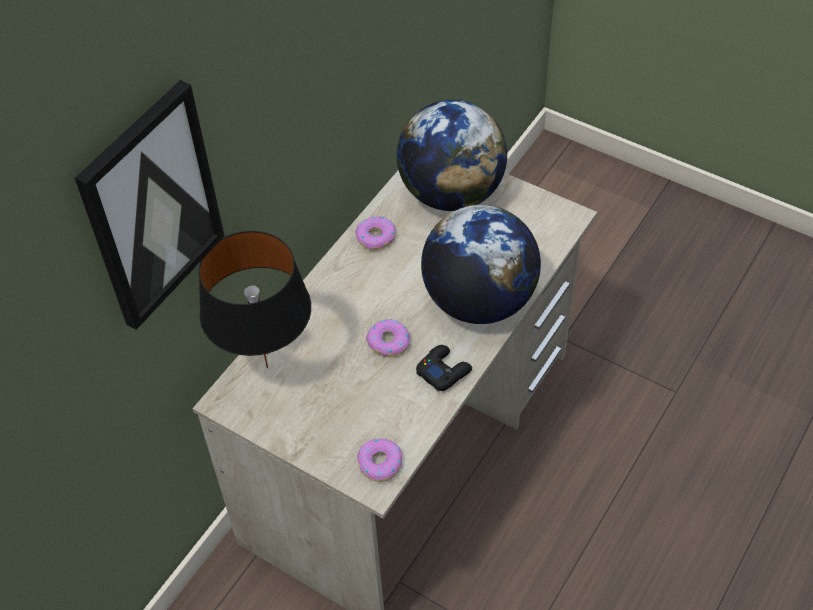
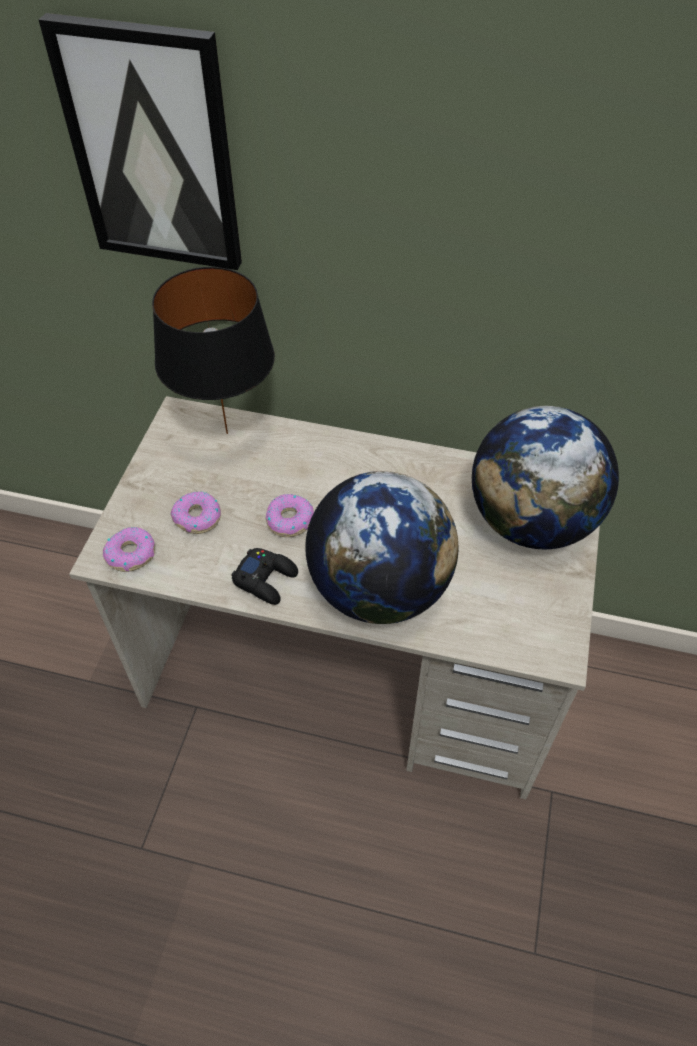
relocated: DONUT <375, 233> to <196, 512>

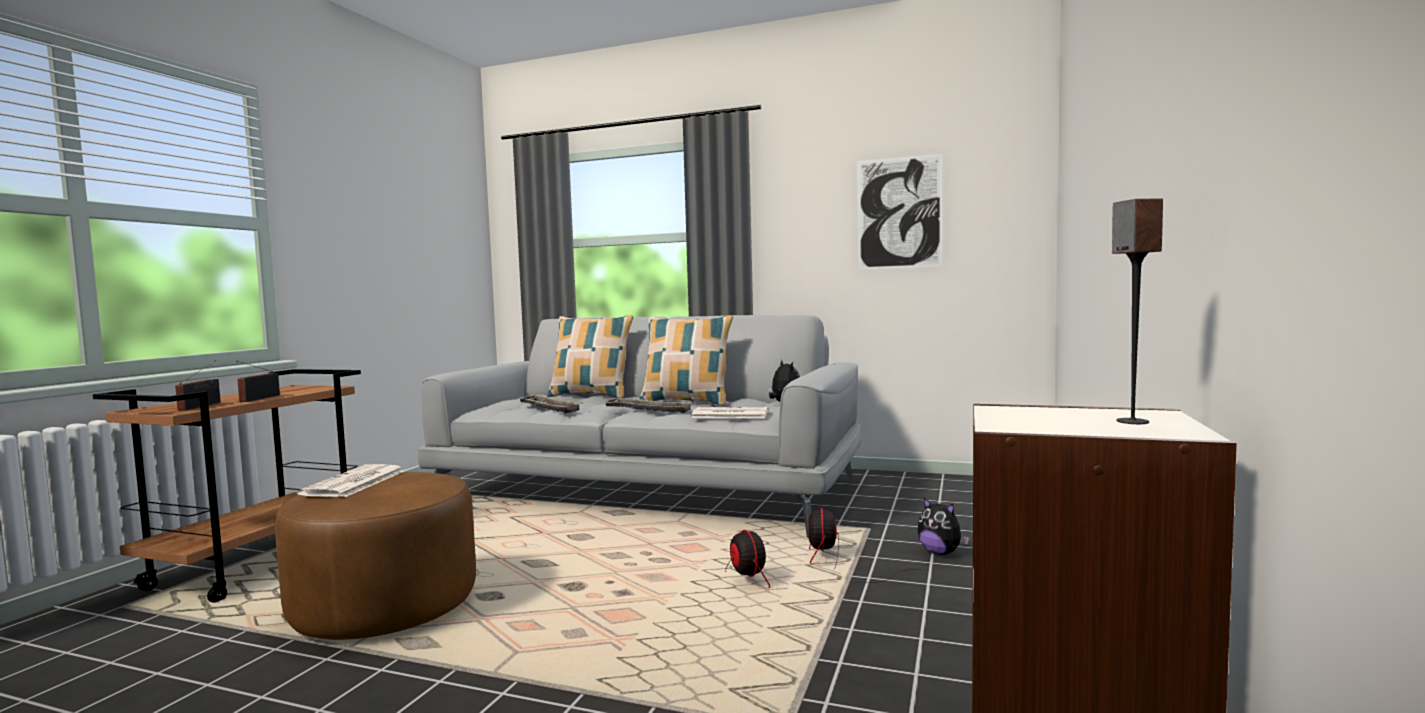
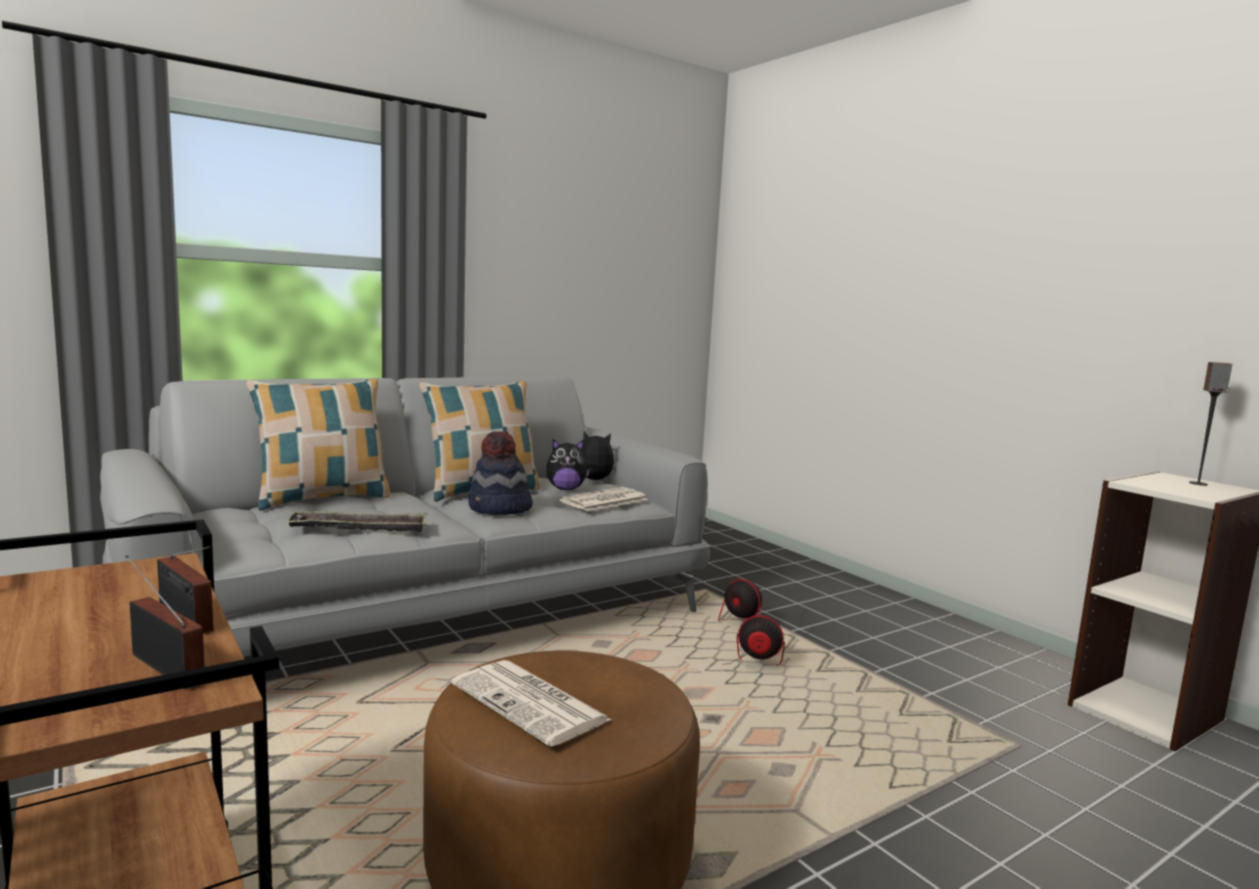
missing: PICTURE <899, 212>
relocated: PLUSH TOY <943, 526> to <568, 464>
exchanged: TRAY <648, 405> to HAT <501, 473>

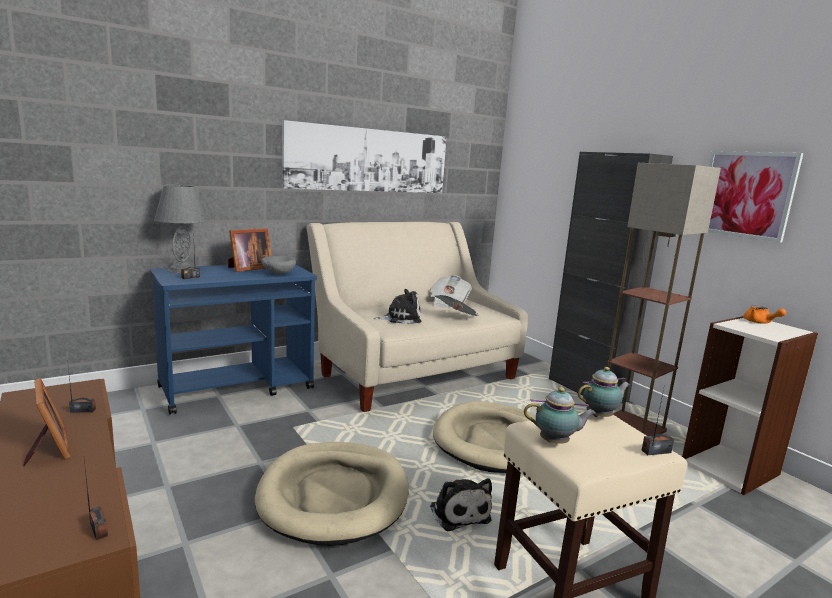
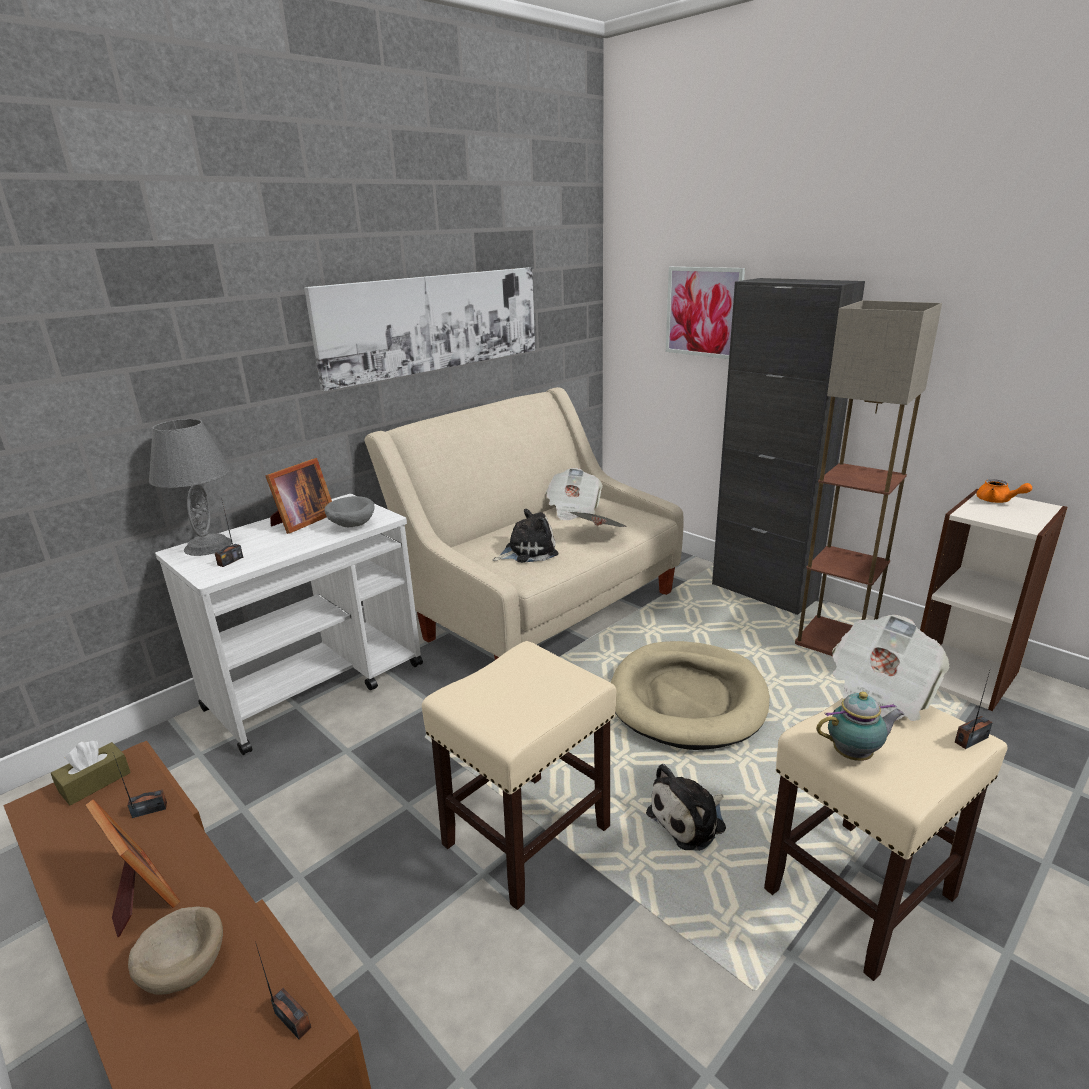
appeared: BROWN TISSUE BOX <91, 773>; BEIGE BOWL <175, 951>
relocated: PICTURE <755, 197> to <705, 313>
exchanged: BEIGE DOG BED <332, 494> to BEIGE STOOL <519, 775>; TEAPOT <604, 392> to NEWSPAPER <890, 668>
colour: BLUE CART <233, 339> to WHITE CART <289, 624>
spun: PLUSH TOY <461, 504> = <686, 807> 90 degrees clockwise

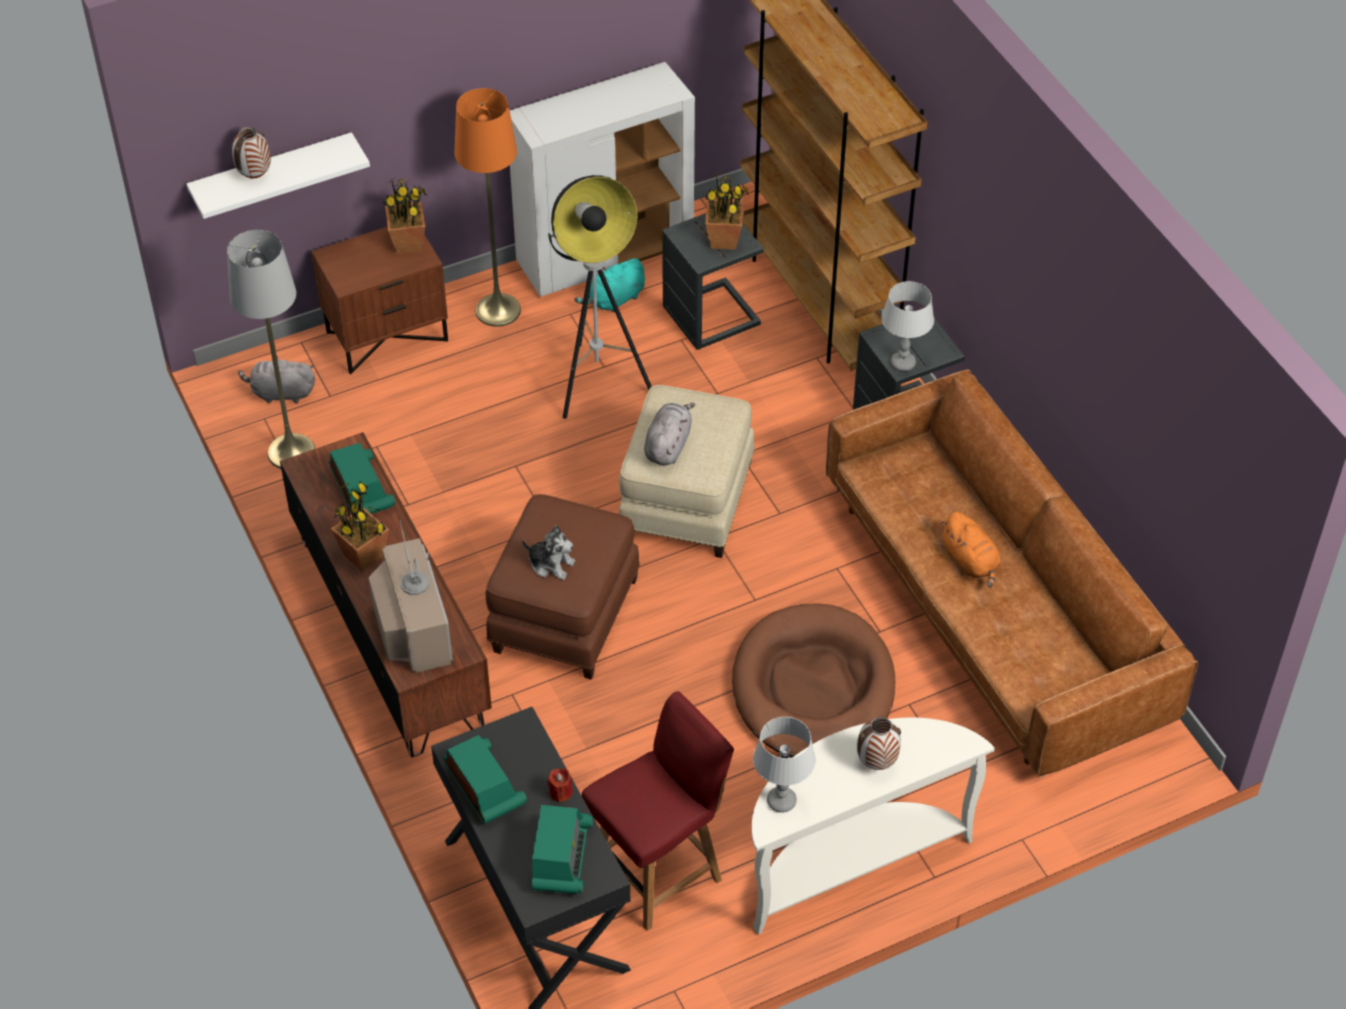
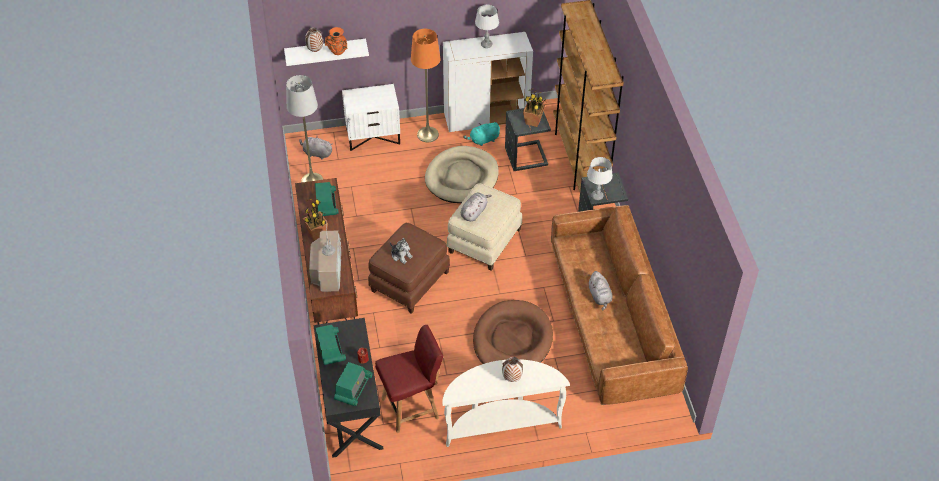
missing: POTTED PLANT <404, 215>
appeared: ORANGE VASE <336, 41>
relocated: GREY TABLE LAMP <784, 765> to <487, 26>
exchanged: FLOOR LAMP <600, 297> to BEIGE DOG BED <462, 174>
colour: BROWN NIGHTSTAND <380, 300> to WHITE NIGHTSTAND <371, 117>; ORANGE PLUSH TOY <970, 549> to GREY PLUSH TOY <600, 290>

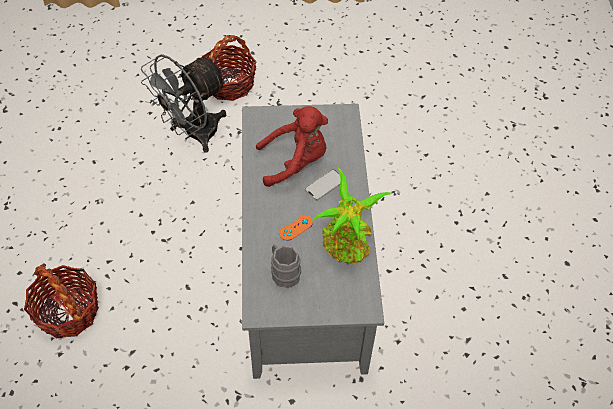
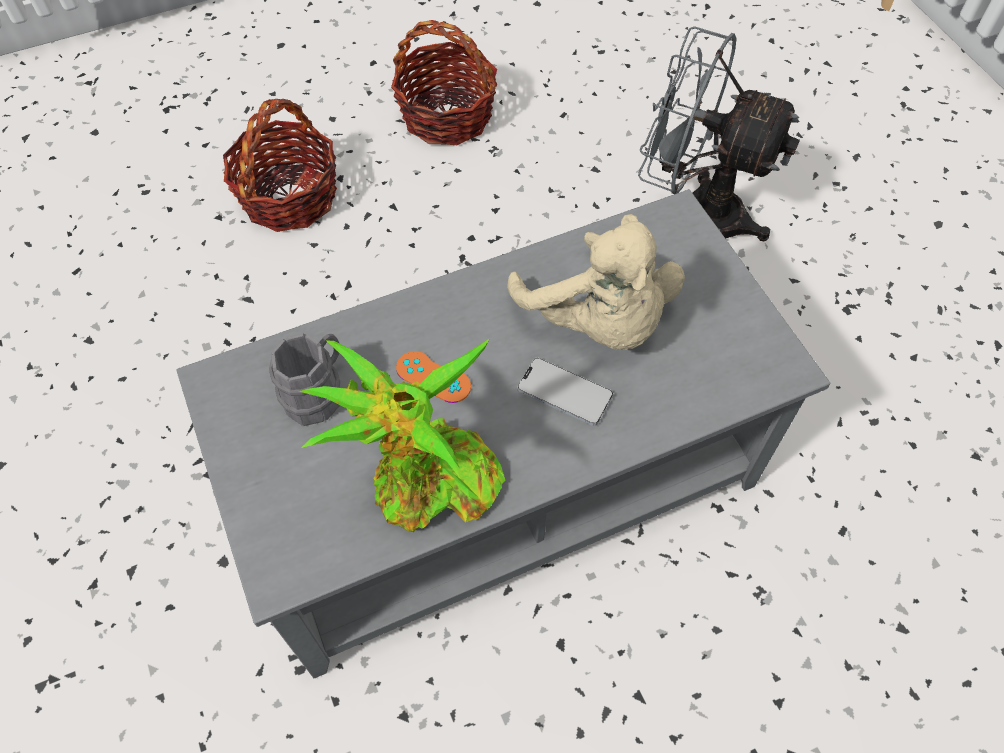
relocated: BASKET <229, 68> to <444, 82>
colour: RED PLUSH TOY <292, 146> to BEIGE PLUSH TOY <596, 282>

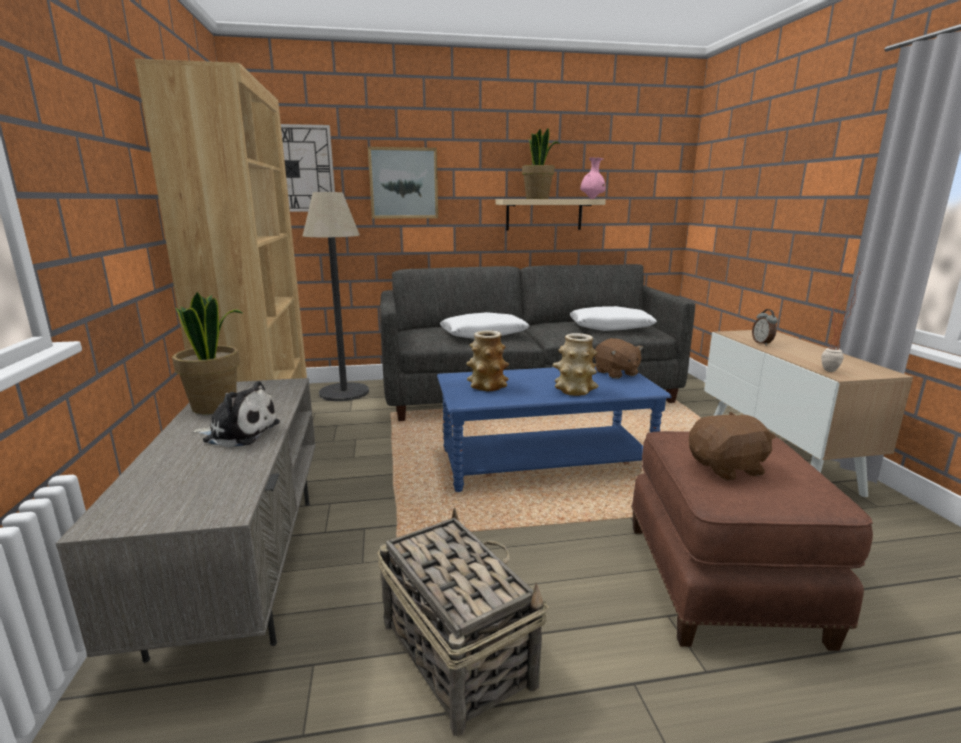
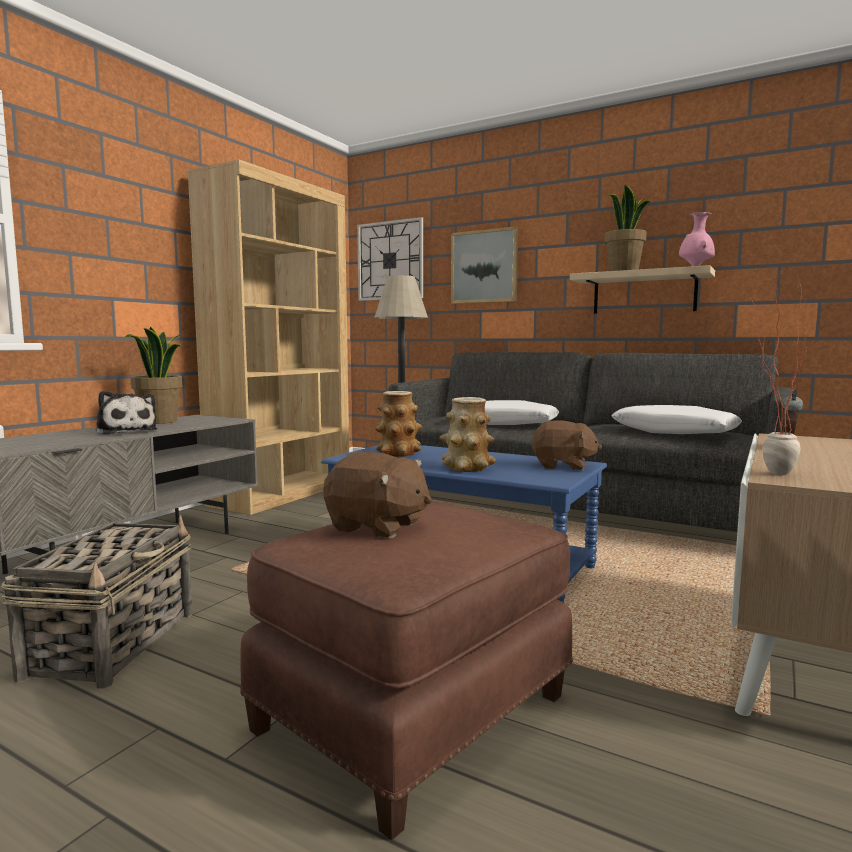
spun: BROWN PLUSH TOY <618, 358> = <566, 445> 90 degrees counterclockwise

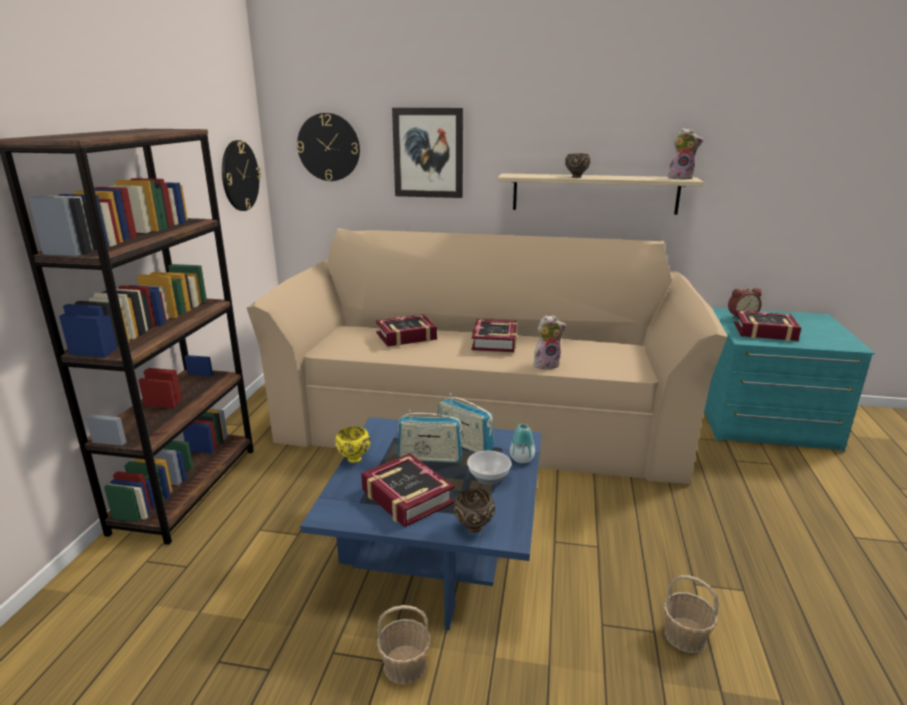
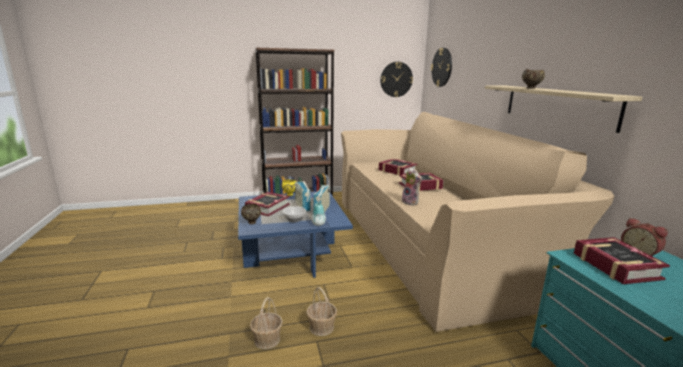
missing: PICTURE <427, 153>; PLUSH TOY <685, 153>
relocated: BASKET <404, 645> to <321, 311>

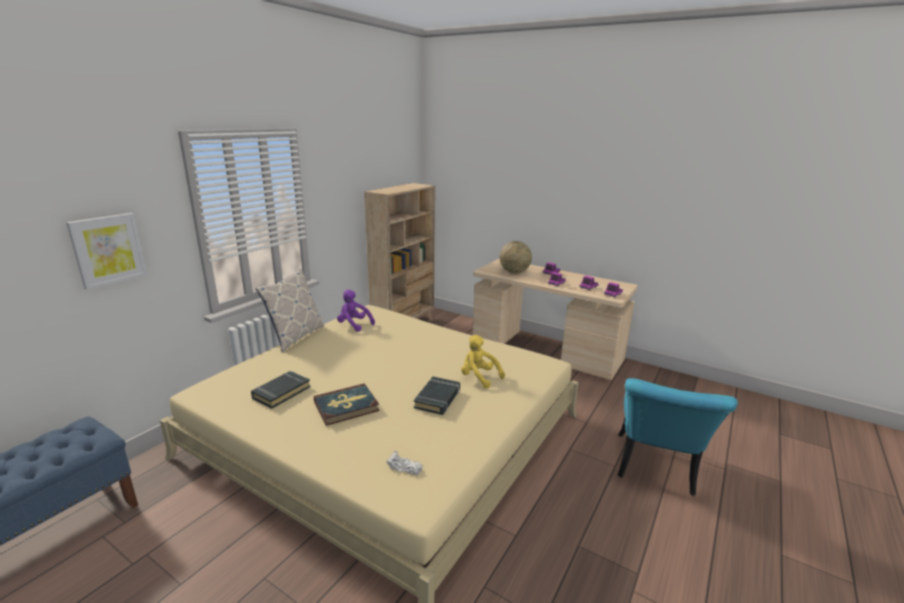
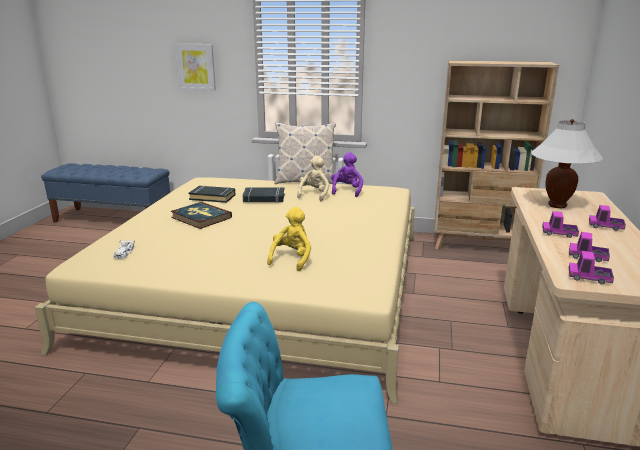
appeared: BEIGE PLUSH TOY <313, 178>
relocated: BLACK BOOK <437, 396> to <263, 195>
exchanged: GLOBE <516, 257> to WHITE TABLE LAMP <567, 163>

